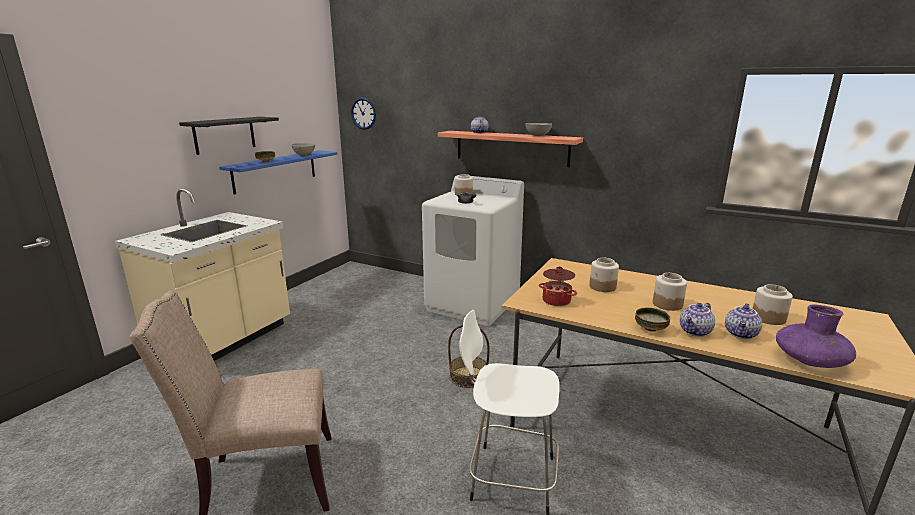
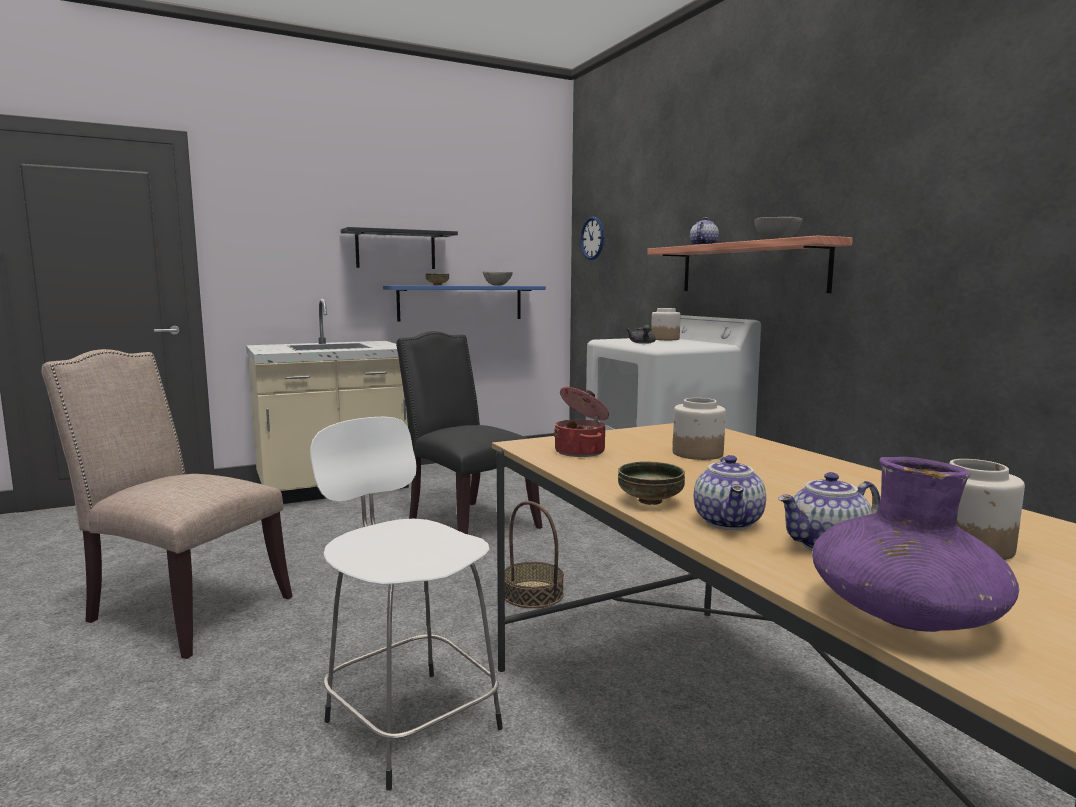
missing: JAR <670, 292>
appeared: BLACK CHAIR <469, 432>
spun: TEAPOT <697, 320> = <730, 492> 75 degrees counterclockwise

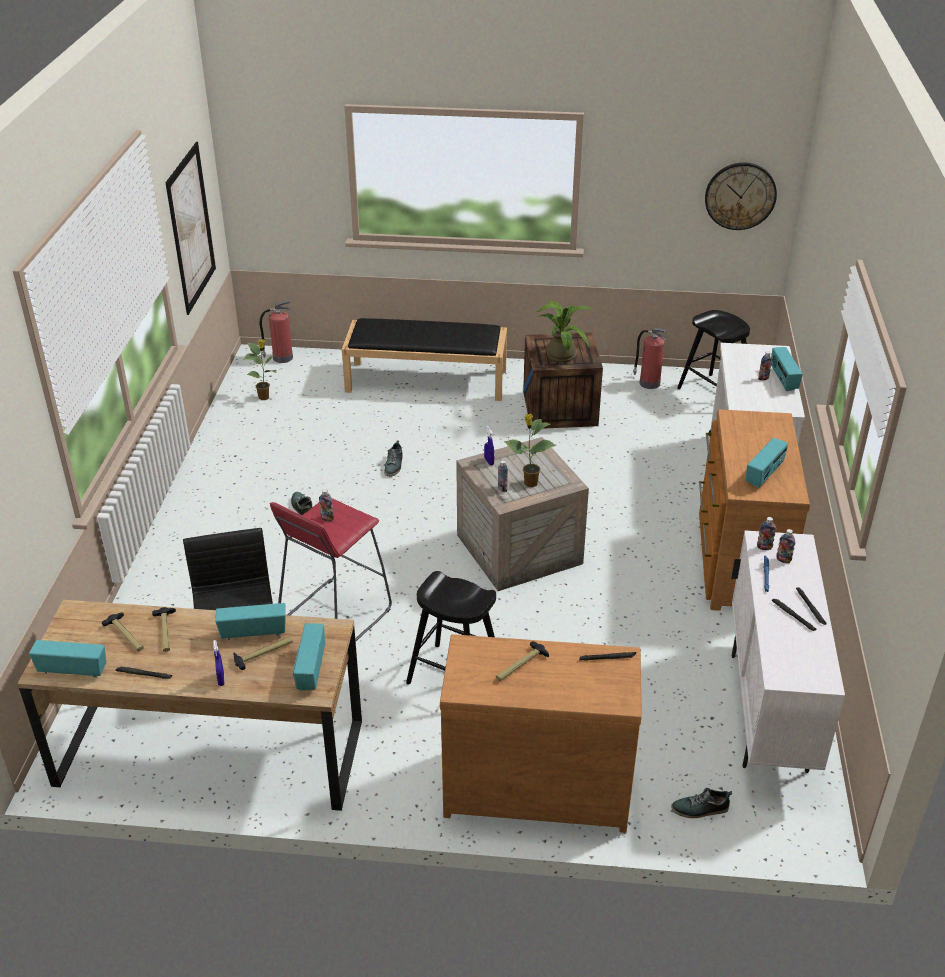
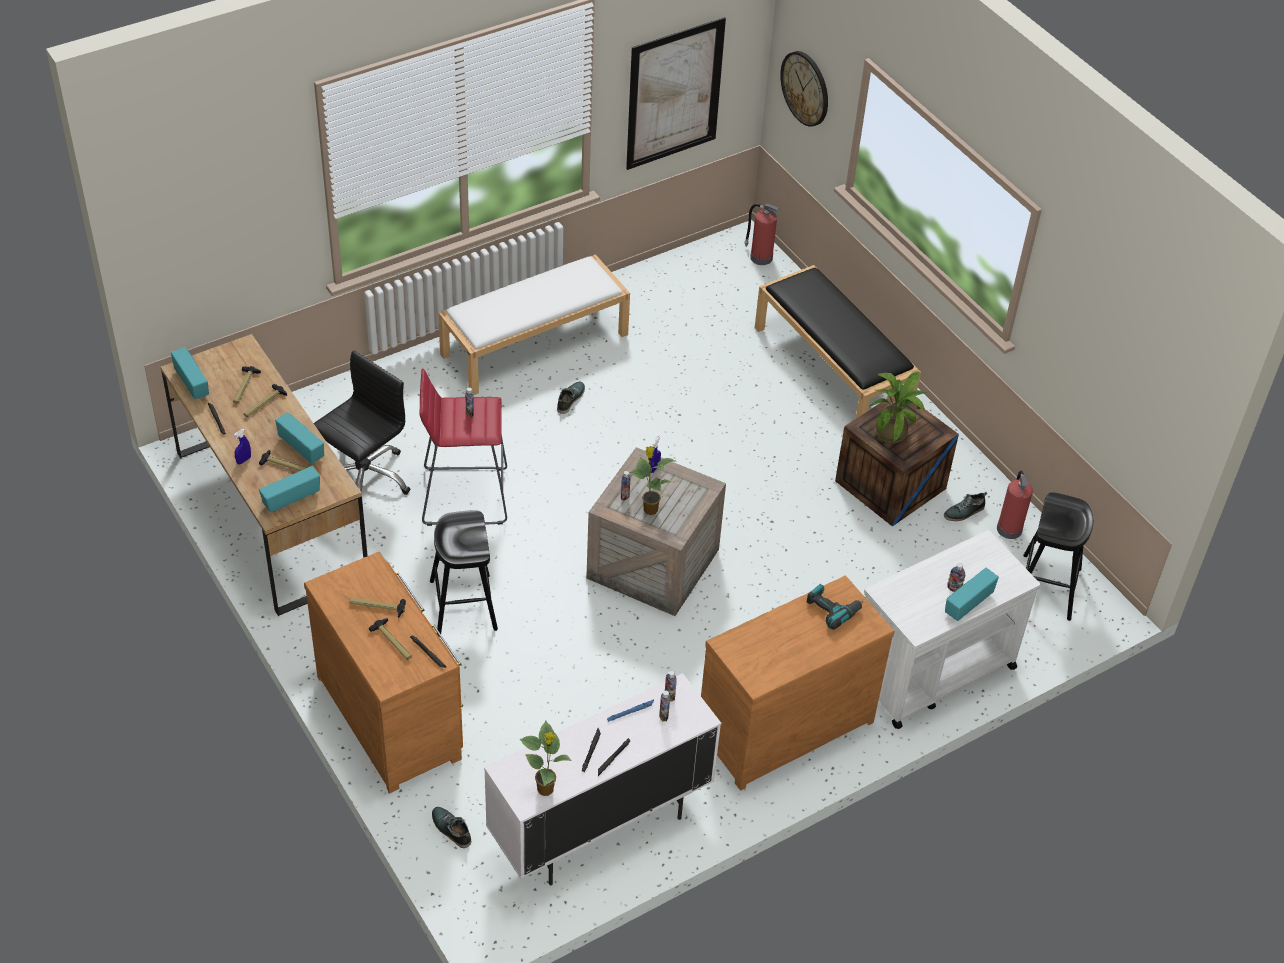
missing: RADIO <766, 463>
appeared: HAMMER <390, 639>; WHITE BENCH <534, 324>; POWER DRILL <835, 607>
relocated: POTTED PLANT <260, 369> to <545, 758>; SHOE <393, 458> to <965, 506>; WALL CLOCK <741, 196> to <804, 89>

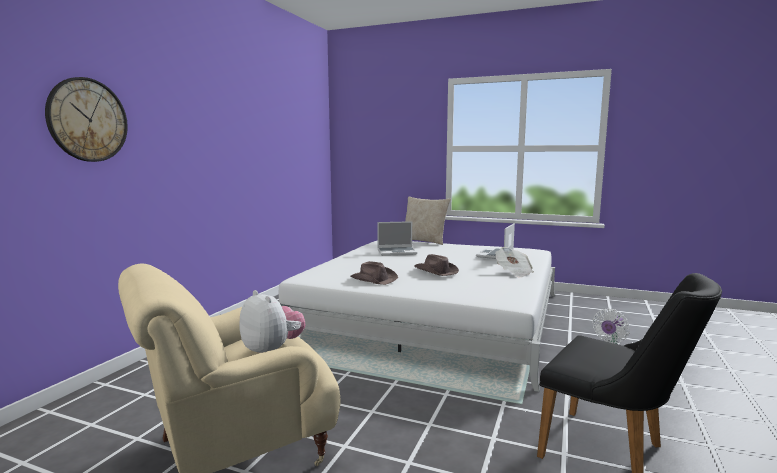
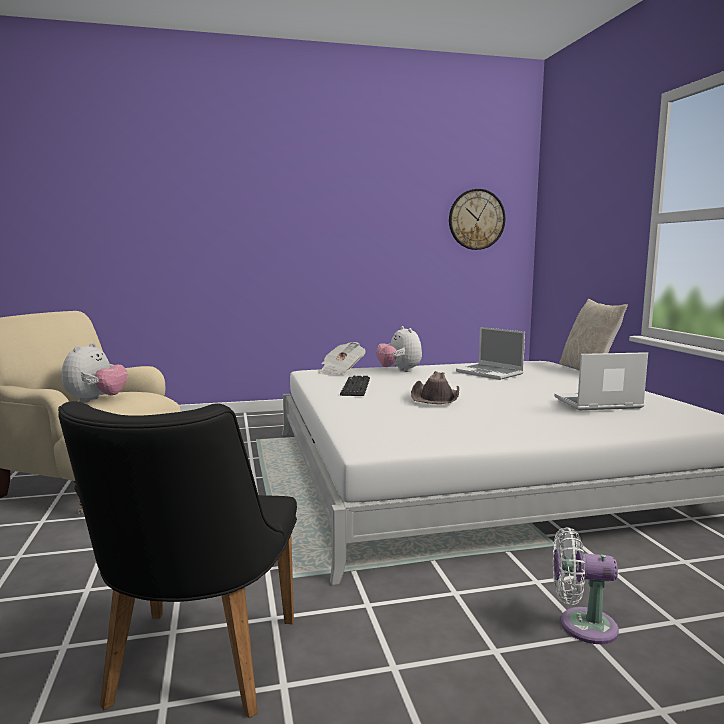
appeared: PLUSH TOY <399, 349>
relocated: WALL CLOCK <86, 119> to <477, 219>; NEWSPAPER <514, 262> to <342, 358>
exchanged: BROWN HAT <374, 273> to KEYBOARD <355, 386>

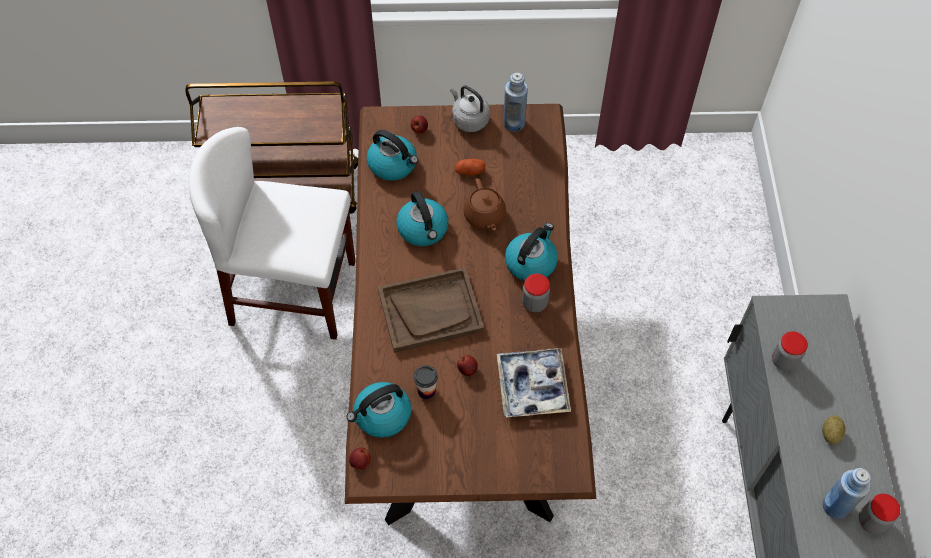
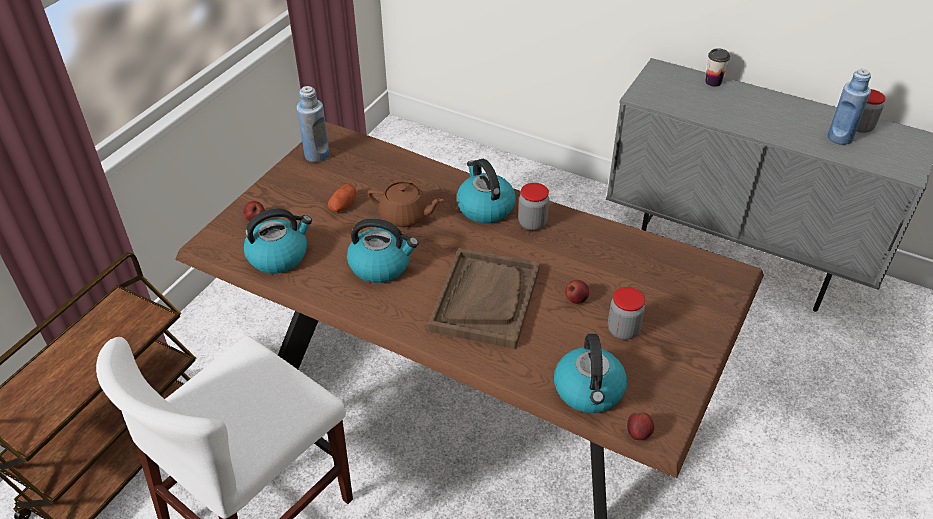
missing: GREY KETTLE <470, 108>; TRAY <534, 383>; POTATO <834, 430>
relocated: CUP <425, 382> to <717, 67>; JAR <790, 351> to <626, 313>

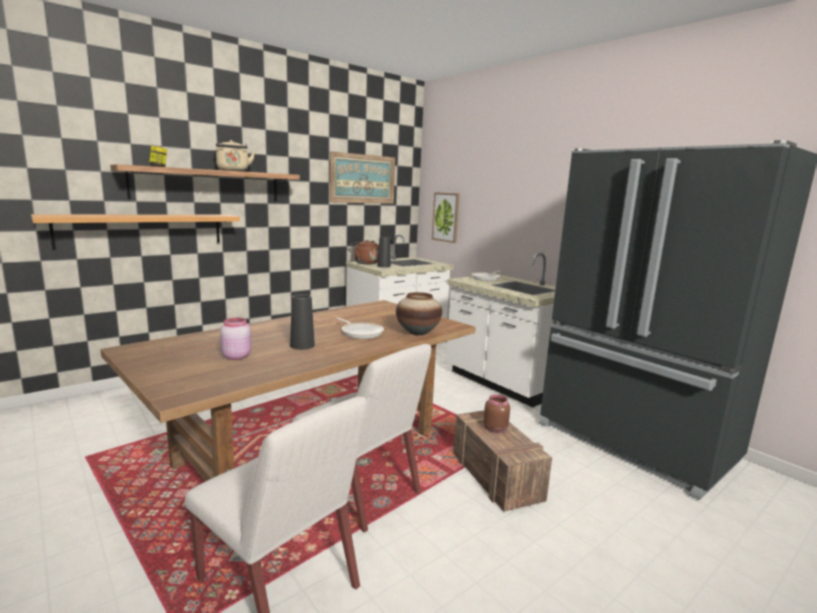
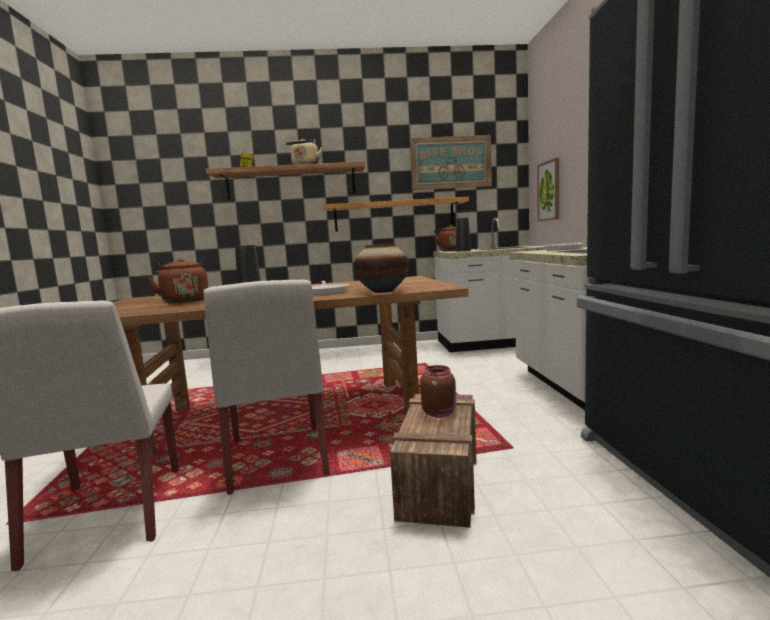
relocated: SHELF <135, 231> to <396, 214>
exchanged: PINK JAR <235, 339> to BROWN KETTLE <177, 281>

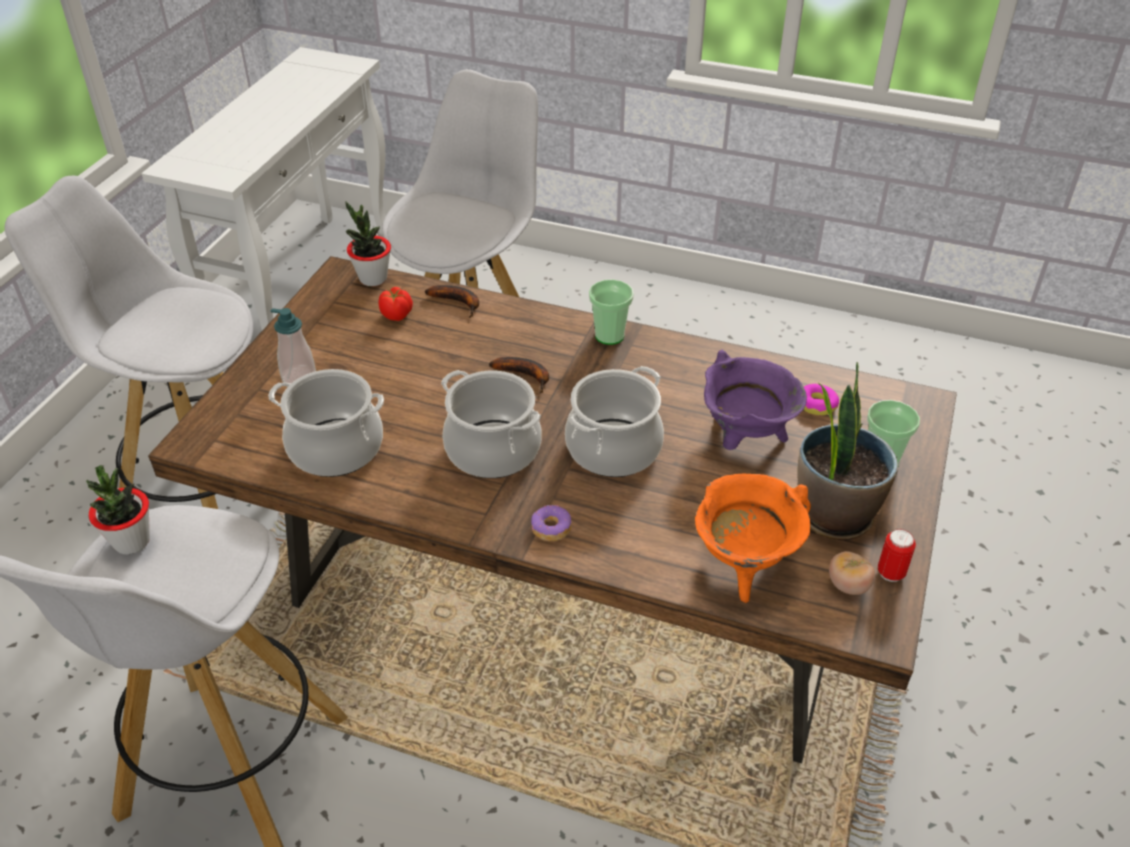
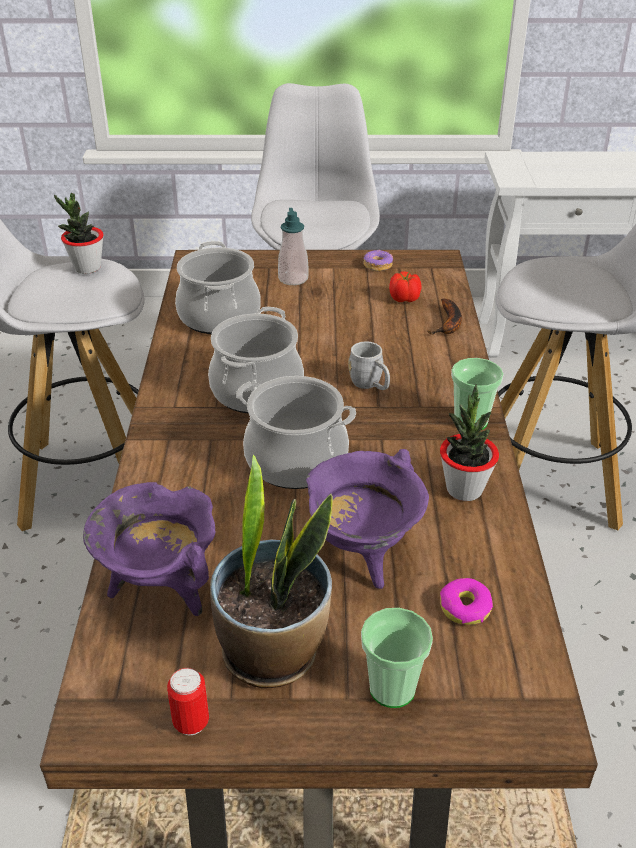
missing: TOMATO <852, 573>
relocated: POTTED PLANT <368, 243> to <469, 443>; DONUT <551, 523> to <378, 261>
exchanged: BANANA <519, 375> to GREY MUG <369, 365>
colour: ORANGE COOKING POT <753, 538> to PURPLE COOKING POT <149, 549>

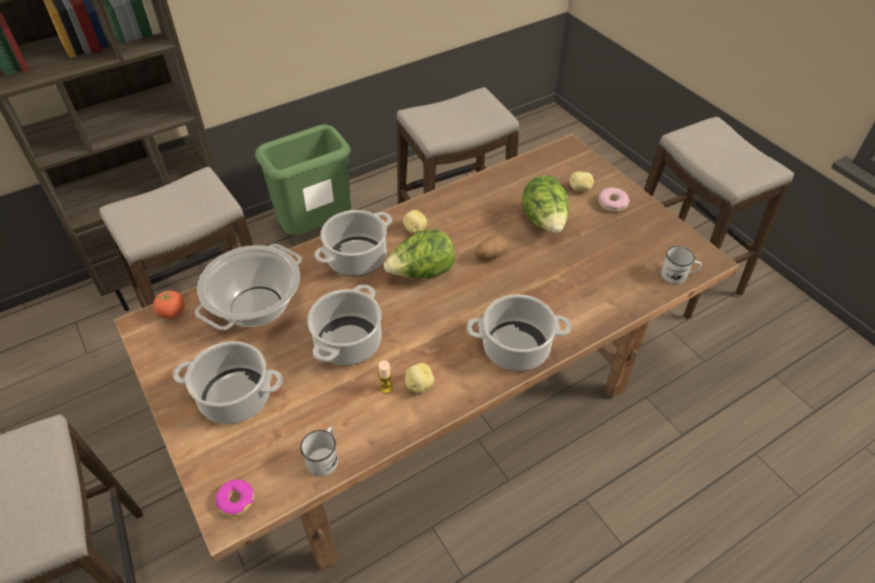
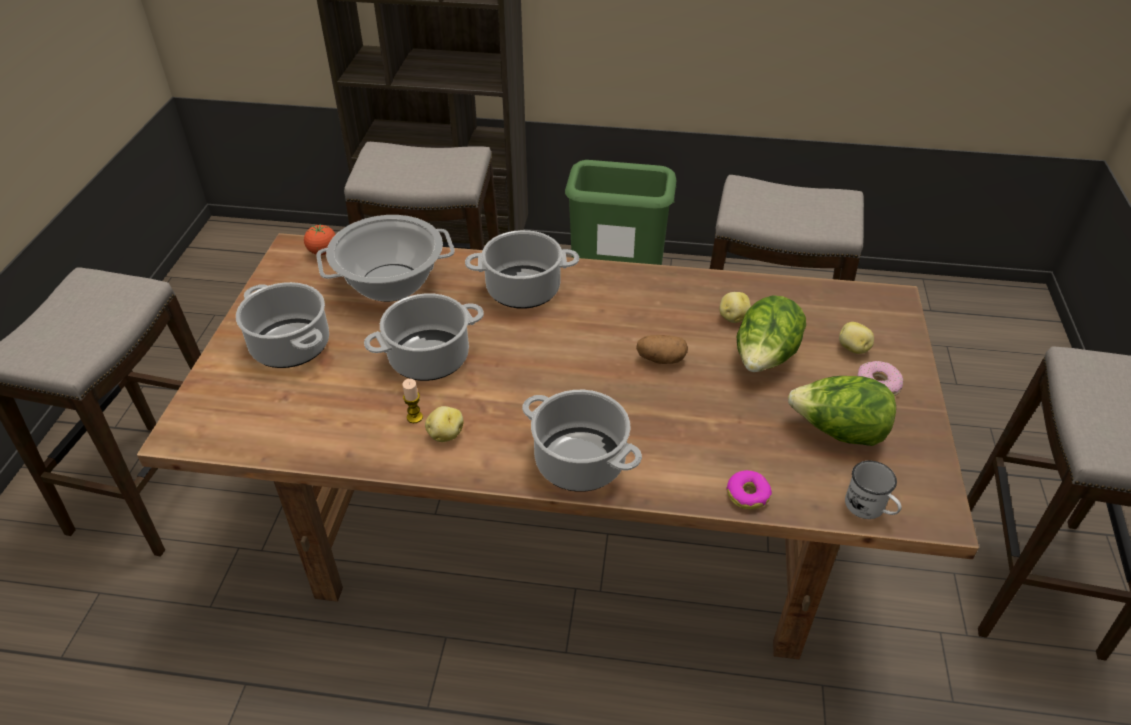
missing: WHITE MUG <319, 451>
relocated: DONUT <235, 498> to <749, 490>; LETTUCE <419, 254> to <842, 411>; POTATO <415, 222> to <735, 307>

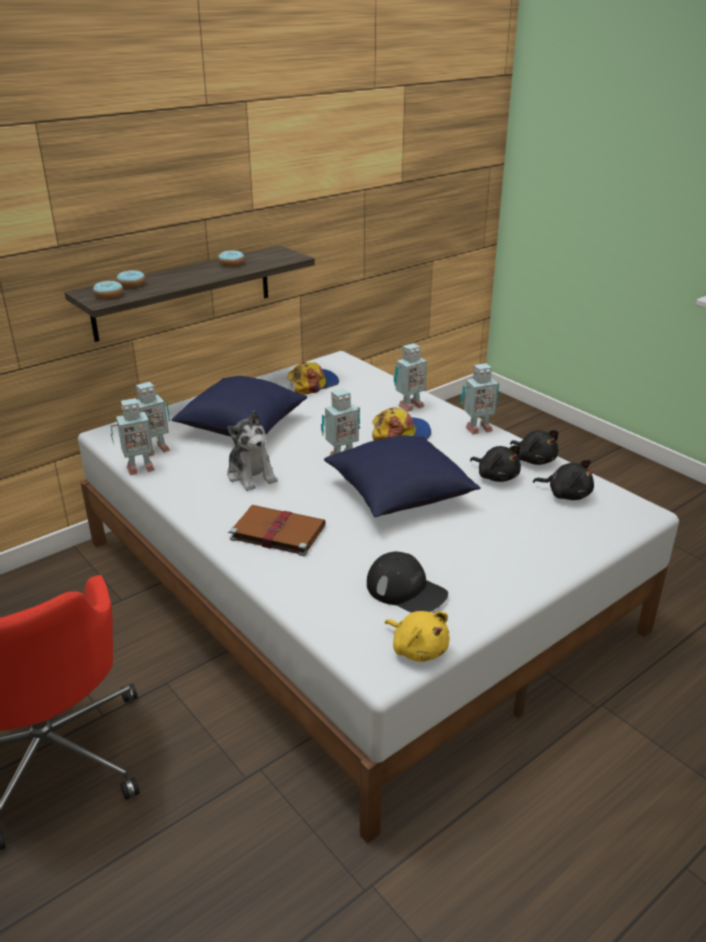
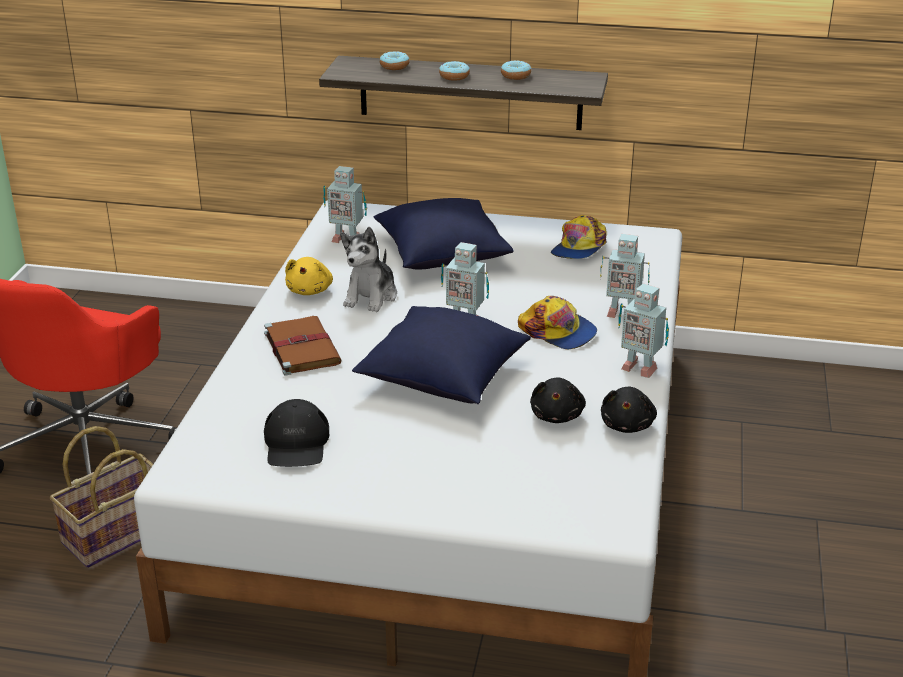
missing: TOY ROBOT <133, 436>; BLACK PLUSH TOY <564, 480>
appeared: BASKET <101, 497>
relocated: DONUT <108, 290> to <454, 71>; YELLOW PLUSH TOY <417, 636> to <309, 276>
spun: CAP <313, 378> = <579, 237> 105 degrees clockwise

